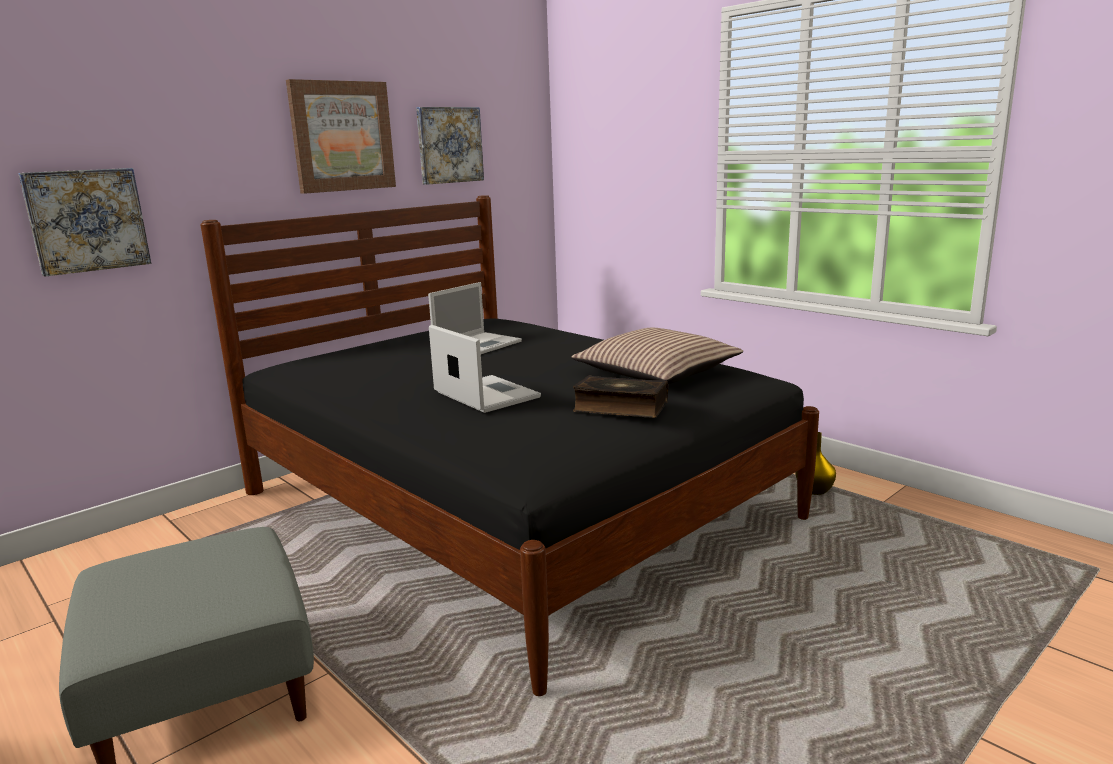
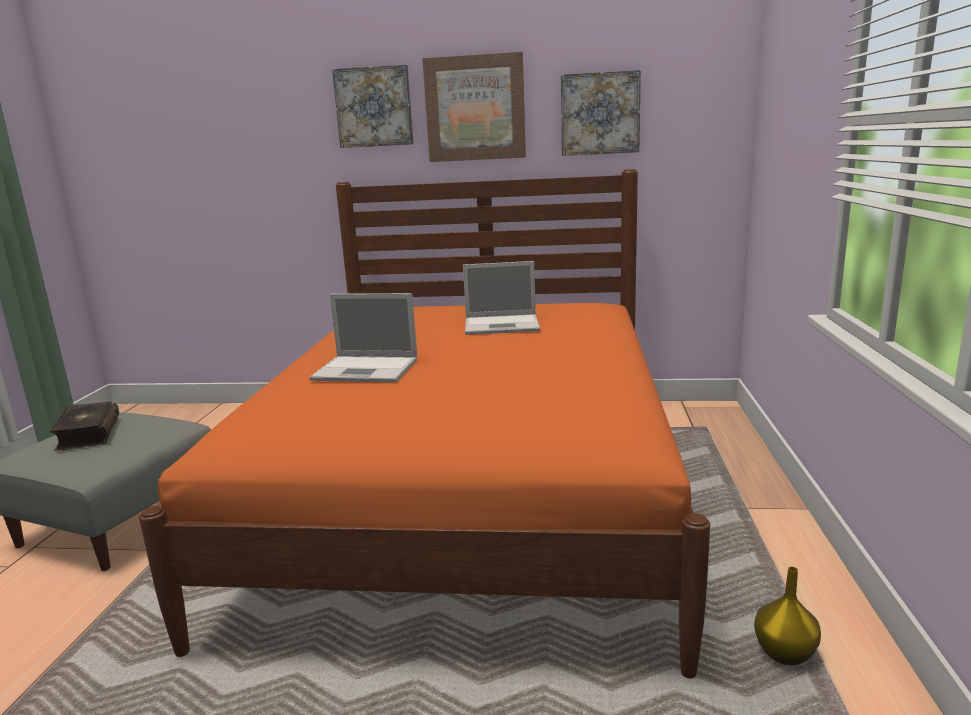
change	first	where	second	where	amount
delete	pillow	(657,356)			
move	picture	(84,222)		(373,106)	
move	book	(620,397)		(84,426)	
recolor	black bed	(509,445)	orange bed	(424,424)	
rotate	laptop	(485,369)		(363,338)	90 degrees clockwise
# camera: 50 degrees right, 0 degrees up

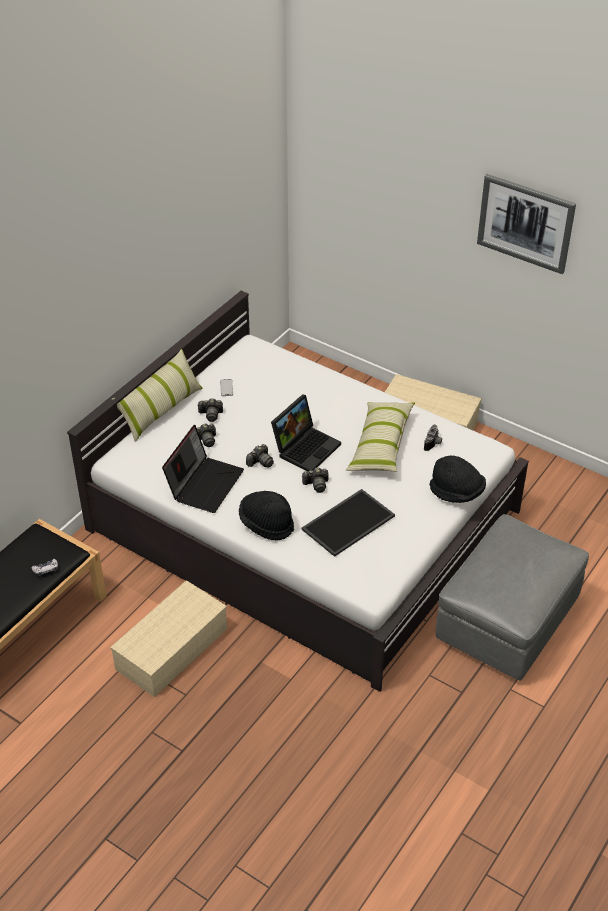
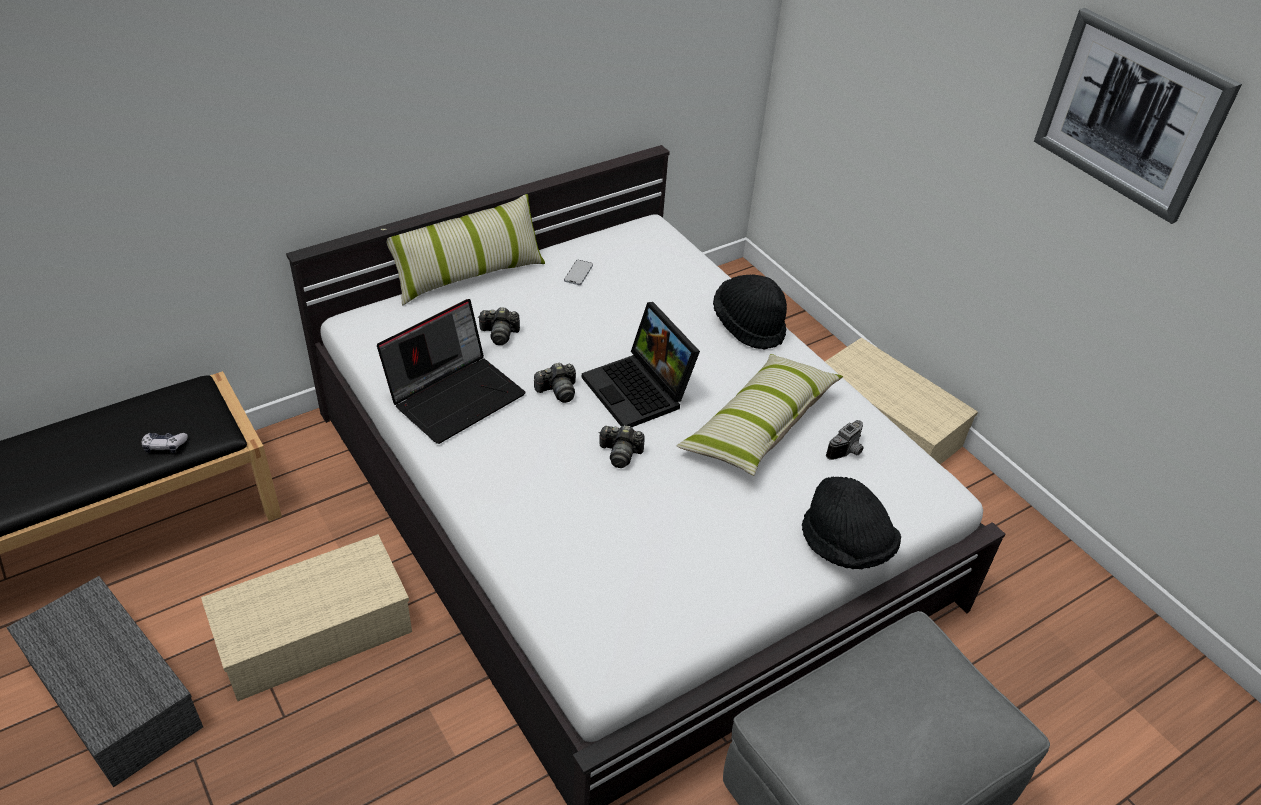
change	first	where	second	where	amount
delete	photo camera	(210,410)			
delete	tray	(348,523)			
insert			grey storage box	(104,681)	
move	black hat	(266,515)		(750,311)	
rotate	laptop	(306,432)		(641,364)	90 degrees clockwise
# camera: 20 degrees right, 0 degrees up

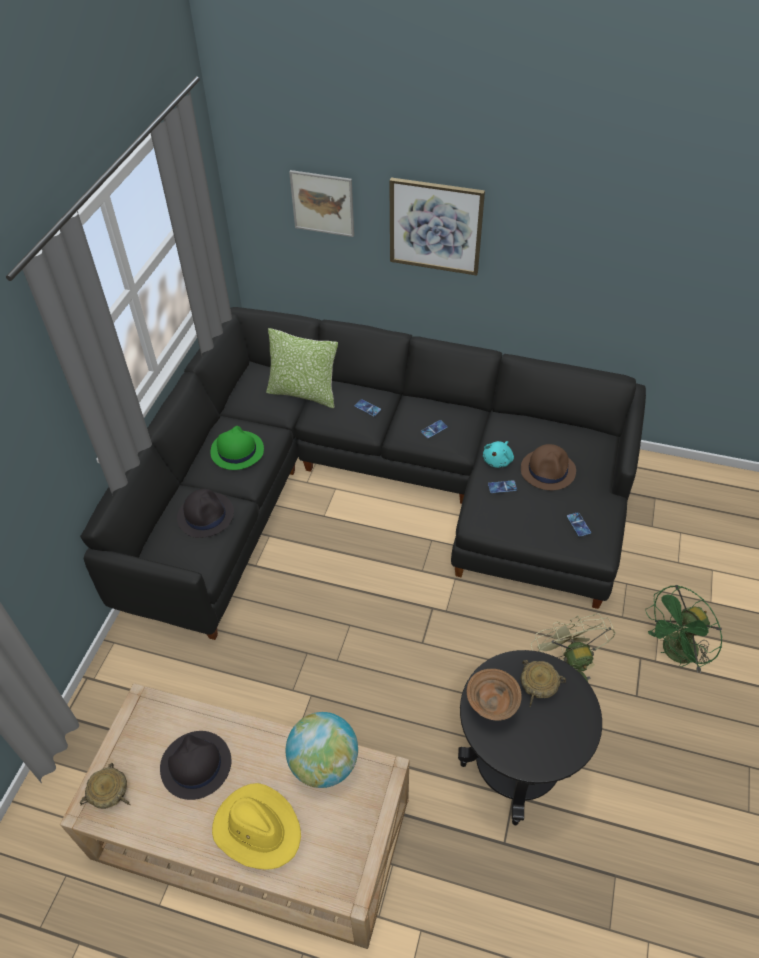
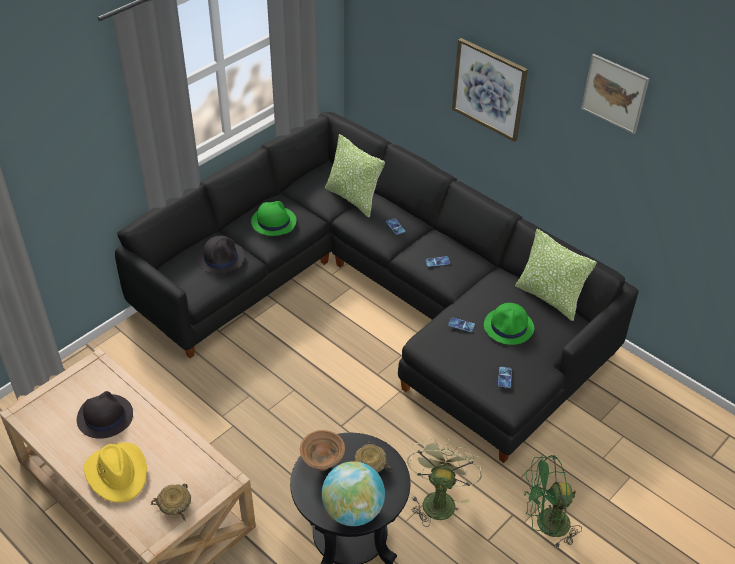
change	first	where	second	where	amount
delete	turquoise plush toy	(498,454)			
insert			pillow	(556,275)	
move	beige bowl	(105,786)		(171,503)	
move	globe	(322,750)		(353,493)	
move	picture	(321,203)		(615,94)	
recolor	brown hat	(548,467)	green hat	(509,324)	
# camera: 25 degrees right, 5 degrees down

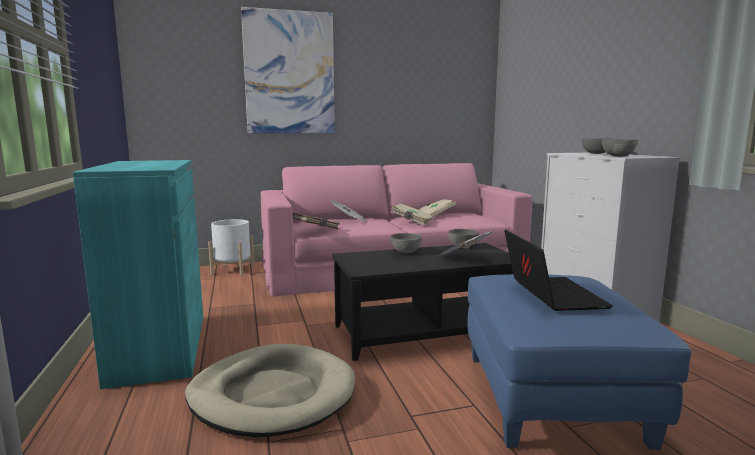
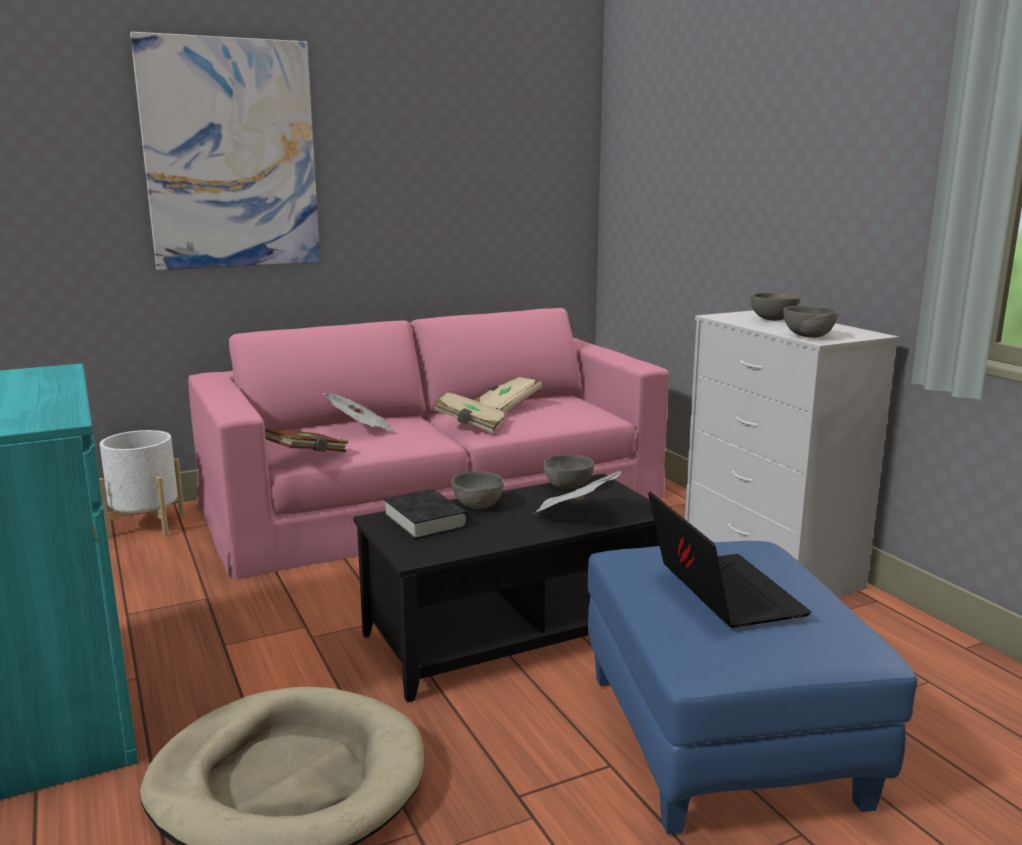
change	first	where	second	where	amount
insert			black book	(425,514)	
# camera: 10 degrees left, 5 degrees up

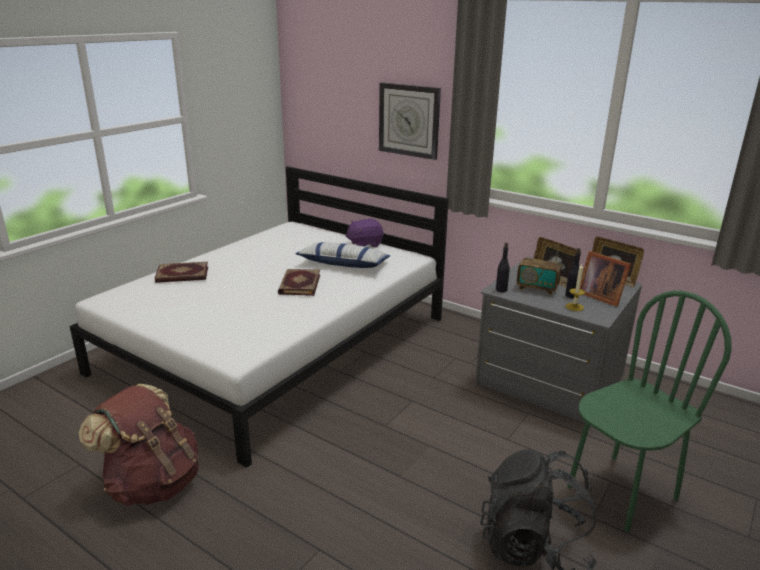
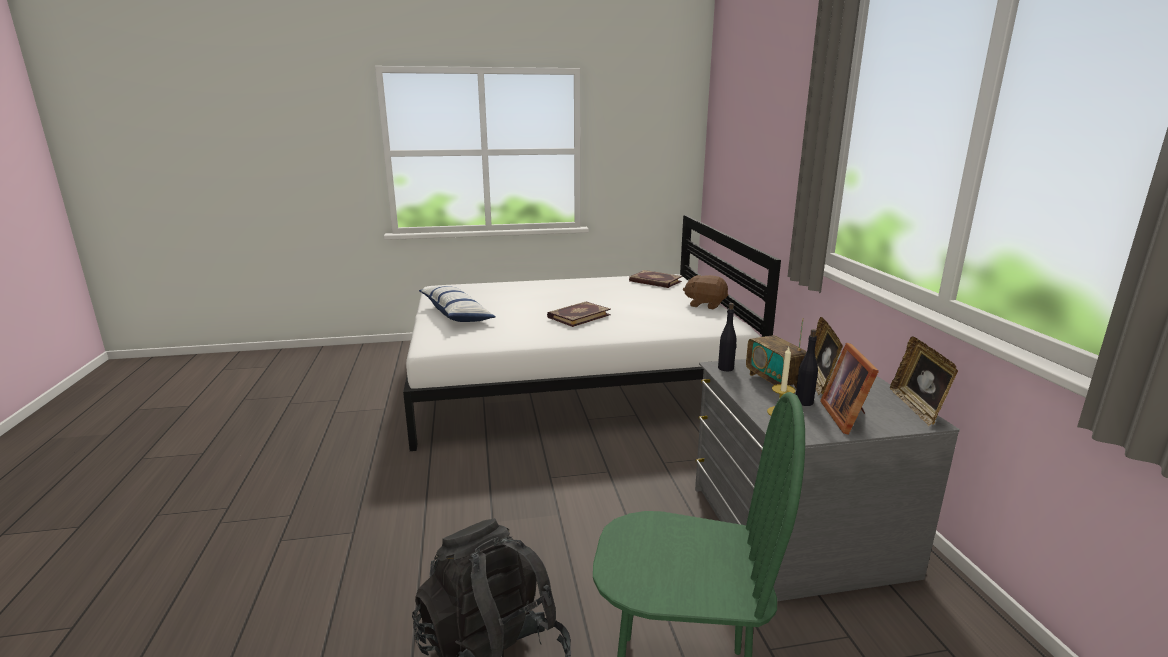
change	first	where	second	where	amount
delete	brown backpack	(139,445)			
delete	wall clock	(410,121)			
move	book	(181,272)		(655,279)	
move	pillow	(342,255)		(457,304)	
recolor	purple plush toy	(364,233)	brown plush toy	(705,292)	
# camera: 45 degrees right, 5 degrees down

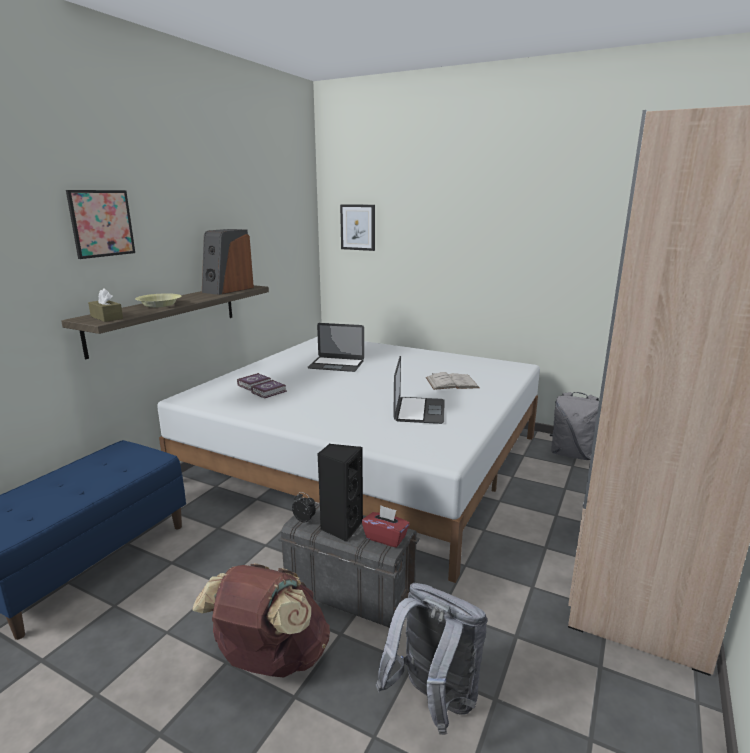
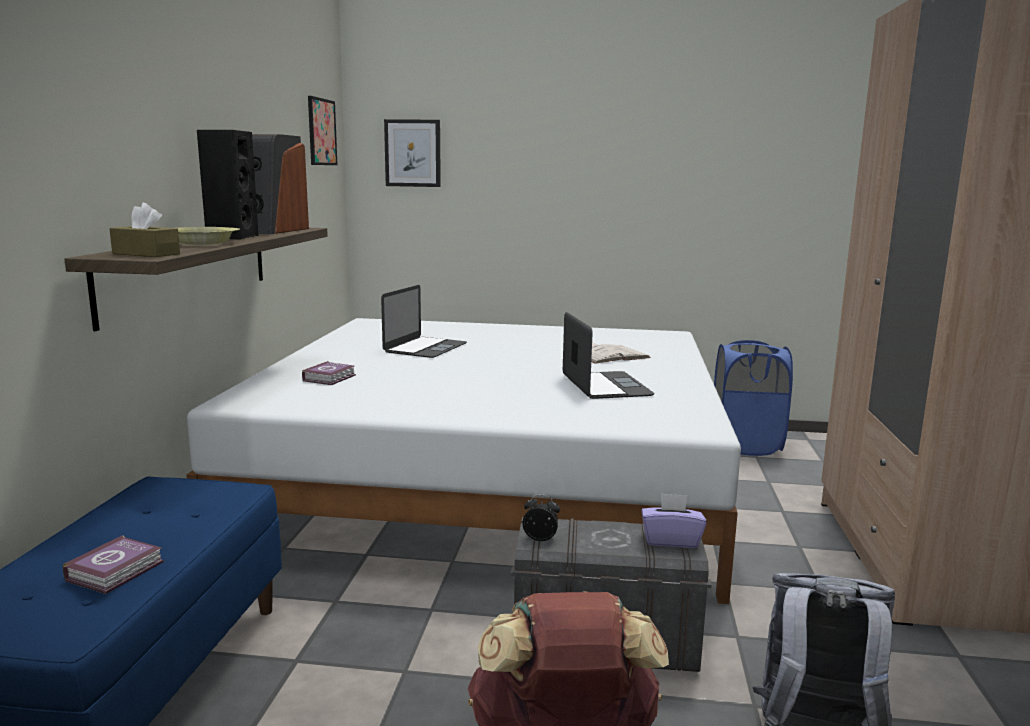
change	first	where	second	where	amount
move	picture	(100,224)		(322,130)	
move	book	(269,389)		(113,564)	
move	black speaker	(340,493)		(228,185)	
replace	grey backpack	(574,426)	blue laundry basket	(753,398)	
recolor	red tissue box	(386,526)	purple tissue box	(674,520)	
rotate	laptop	(335,347)		(424,321)	60 degrees counterclockwise
# camera: 20 degrees left, 5 degrees down

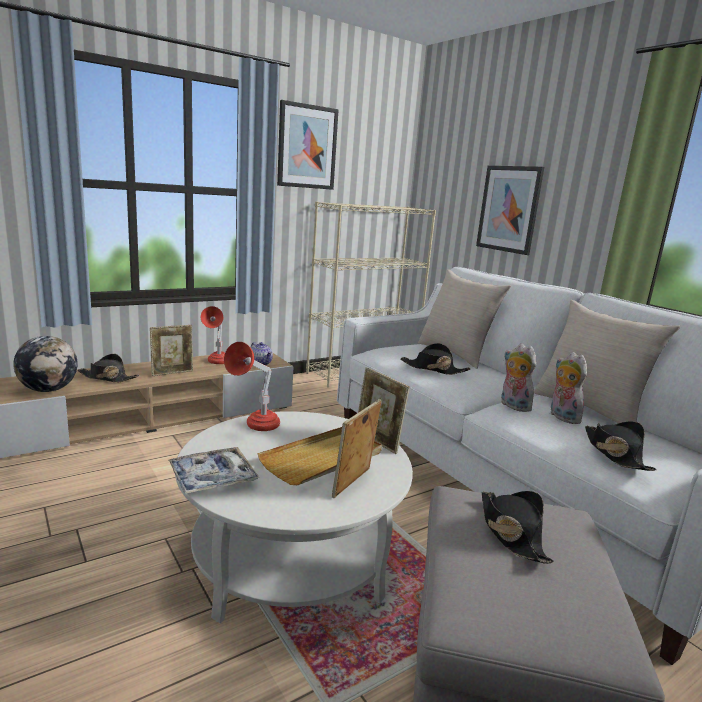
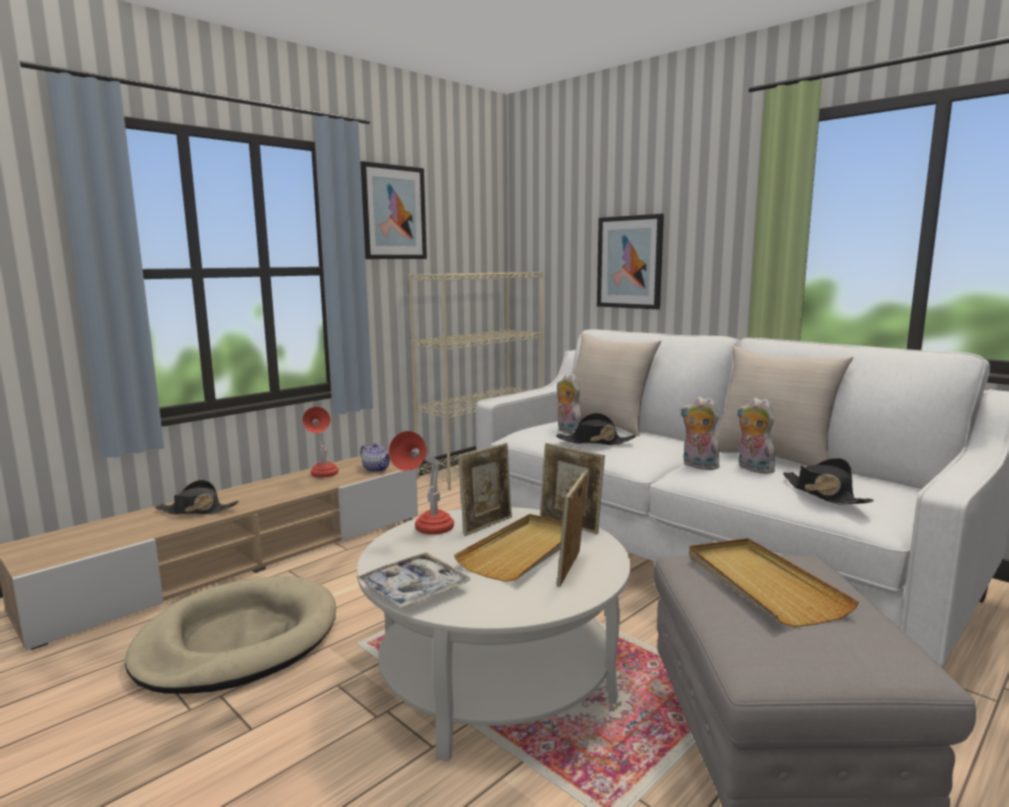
change	first	where	second	where	amount
delete	globe	(45,364)			
insert			beige dog bed	(230,635)	
insert			plush toy	(570,403)	
move	picture frame	(171,350)		(485,489)	
replace	black hat	(518,527)	beige tray	(774,582)	
# camera: 10 degrees left, 5 degrees down

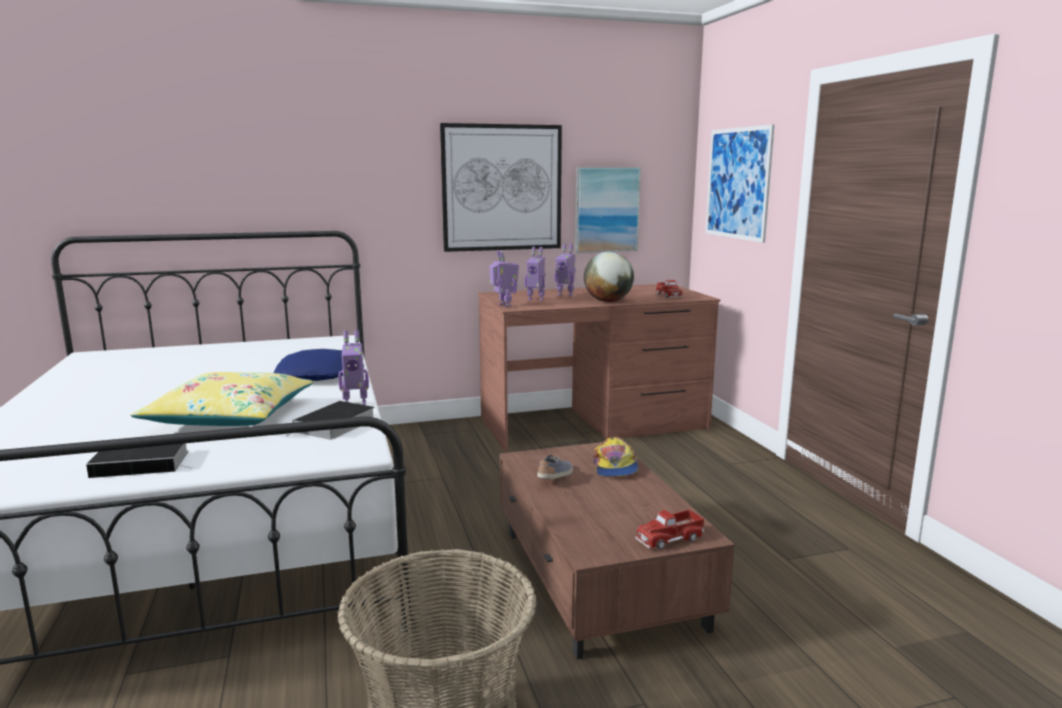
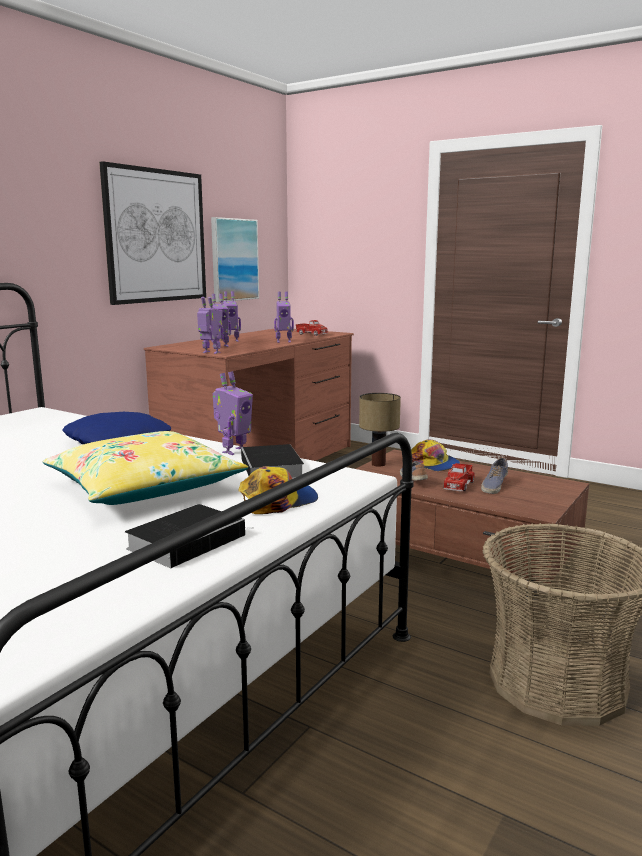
change	first	where	second	where	amount
delete	picture	(740,183)			
insert			cap	(278,490)	
insert			table lamp	(380,430)	
insert			shoe	(494,475)	
move	toy truck	(669,530)		(459,477)	
replace	globe	(609,277)	toy robot	(284,317)	
# camera: 40 degrees left, 0 degrees up

